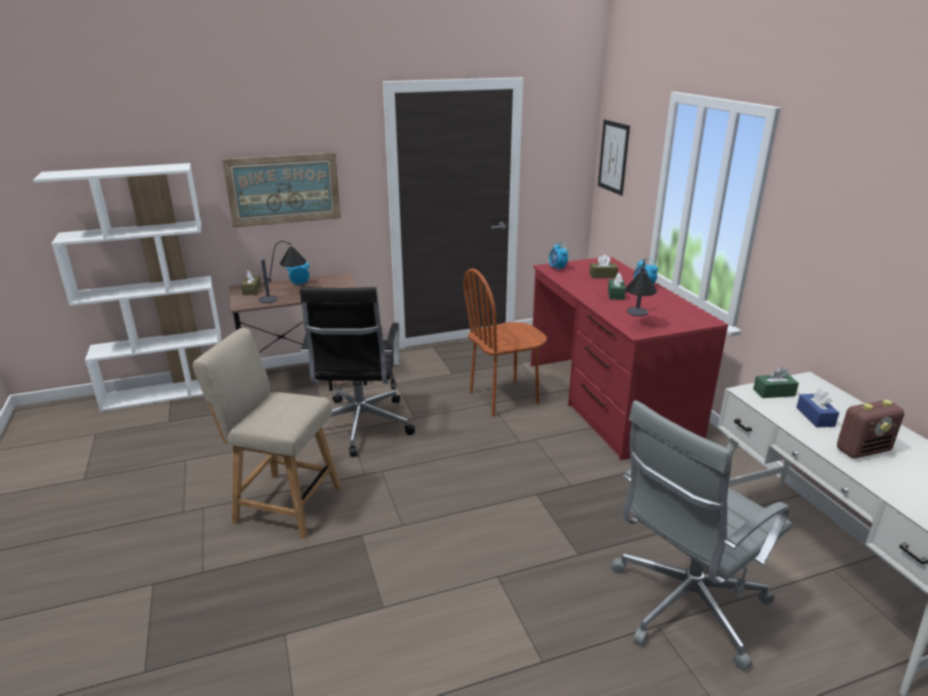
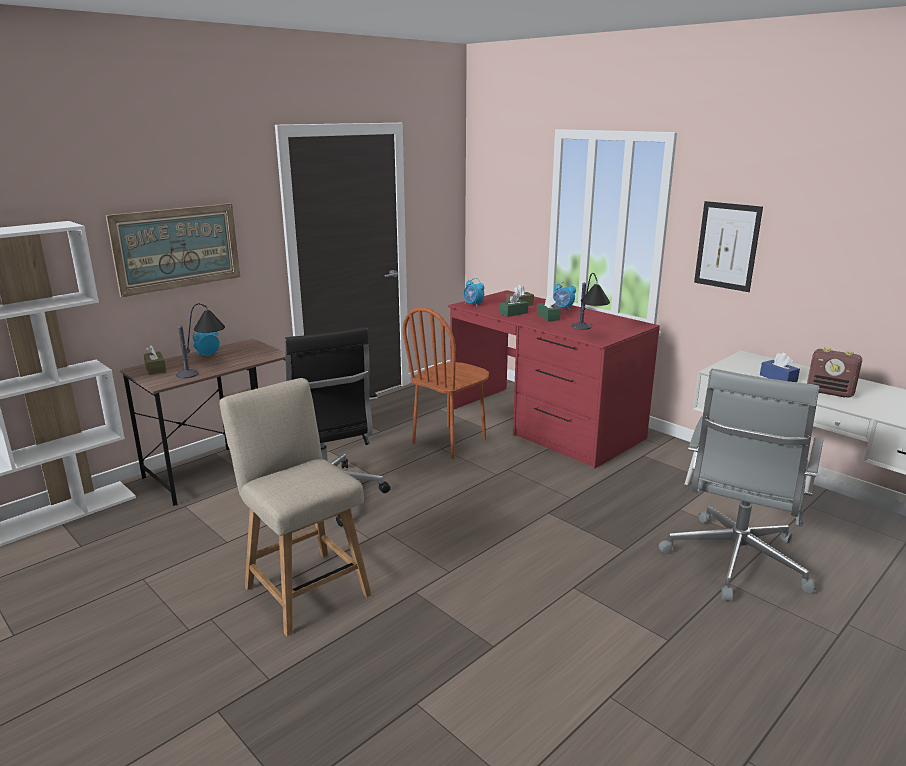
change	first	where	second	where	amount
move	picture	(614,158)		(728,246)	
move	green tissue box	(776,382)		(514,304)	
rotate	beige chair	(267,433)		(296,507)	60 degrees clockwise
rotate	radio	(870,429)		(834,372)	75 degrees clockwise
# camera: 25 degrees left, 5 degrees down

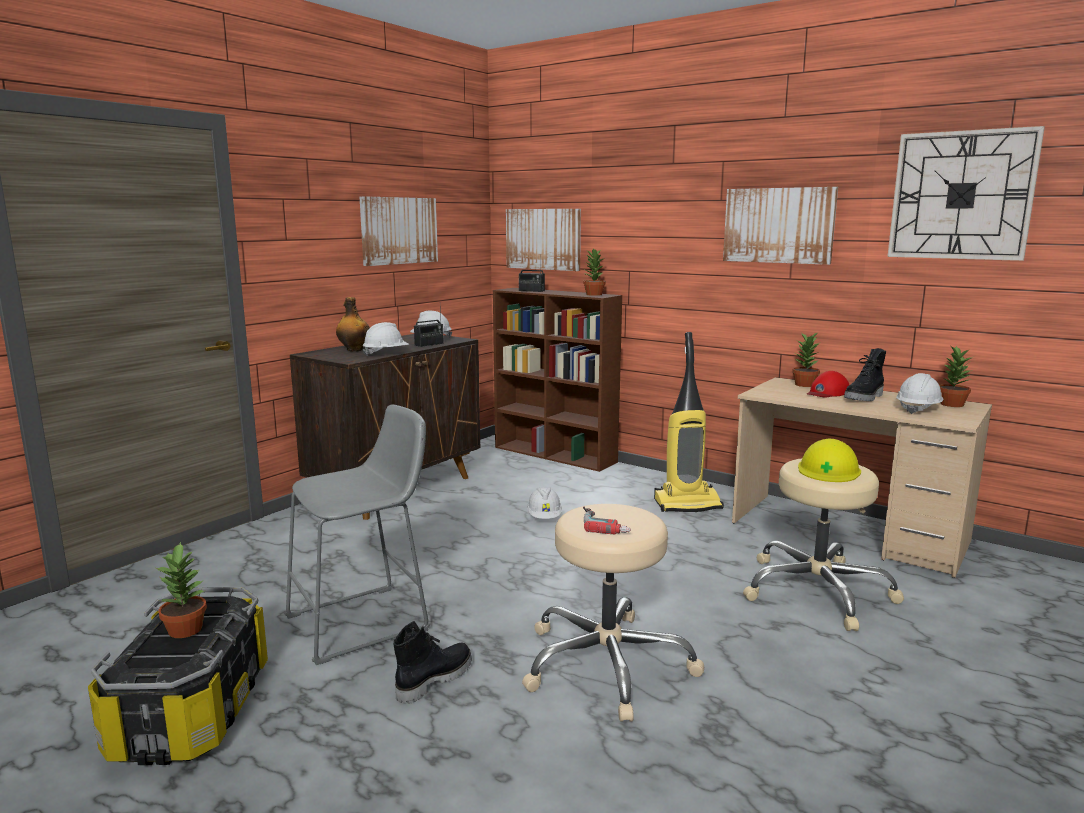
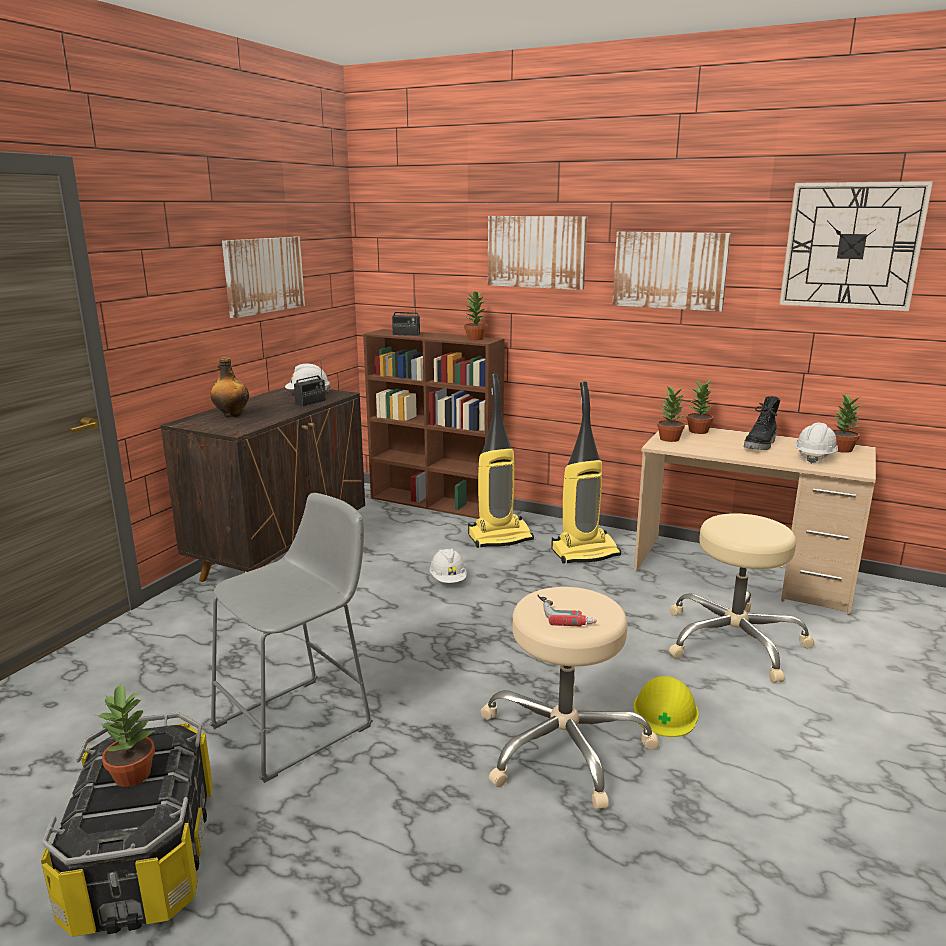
change	first	where	second	where	amount
delete	white hard hat	(385,339)			
delete	black boot	(432,662)			
delete	red cap	(828,384)			
insert			vacuum cleaner	(501,460)	
insert			potted plant	(671,414)	
move	picture	(543,240)		(537,253)	
move	yellow hard hat	(829,460)		(666,706)	
# camera: 10 degrees left, 5 degrees up

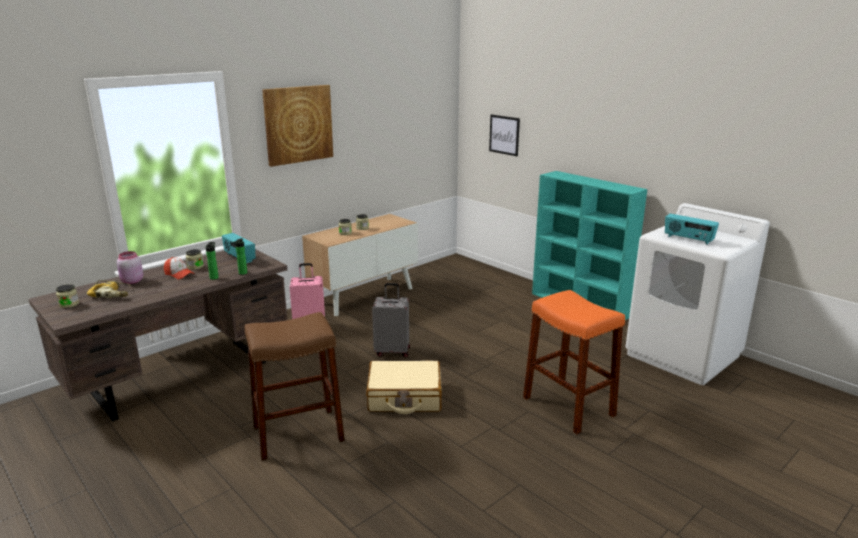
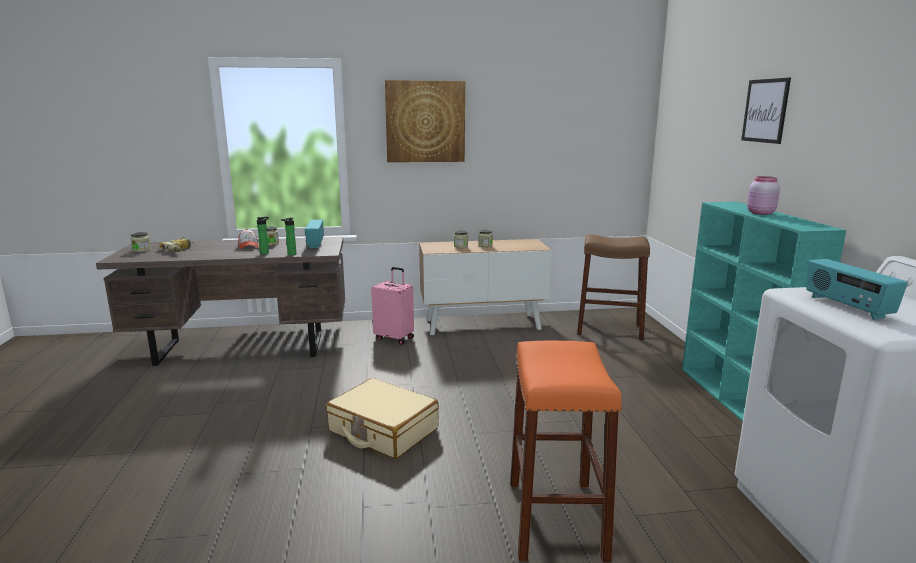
change	first	where	second	where	amount
delete	grey suitcase	(391,320)			
move	pink jar	(130,267)		(763,195)	
move	brown stool	(294,386)		(613,287)	
move	picture	(504,135)		(766,111)	
# camera: 35 degrees right, 5 degrees down

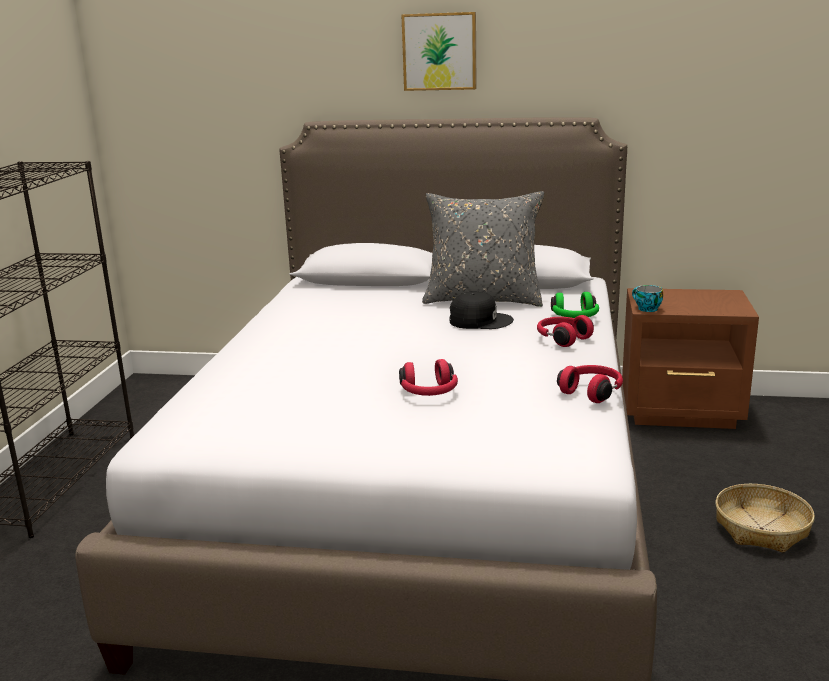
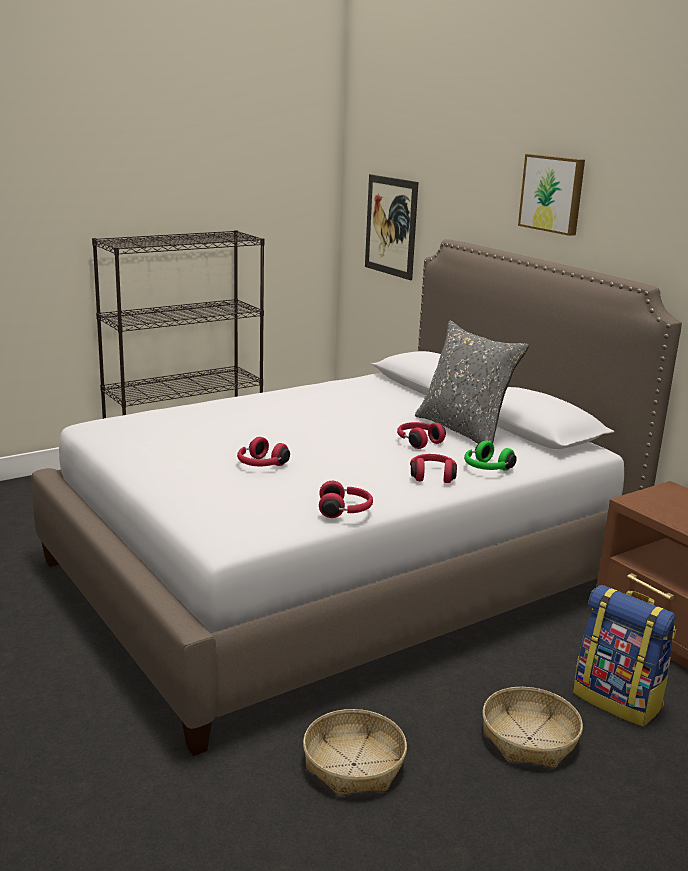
change	first	where	second	where	amount
delete	cup	(647,298)			
insert			basket	(355,752)	
insert			picture	(391,227)	
insert			backpack	(624,655)	
replace	black cap	(482,310)	red headphones	(421,435)	
# camera: 45 degrees right, 0 degrees up

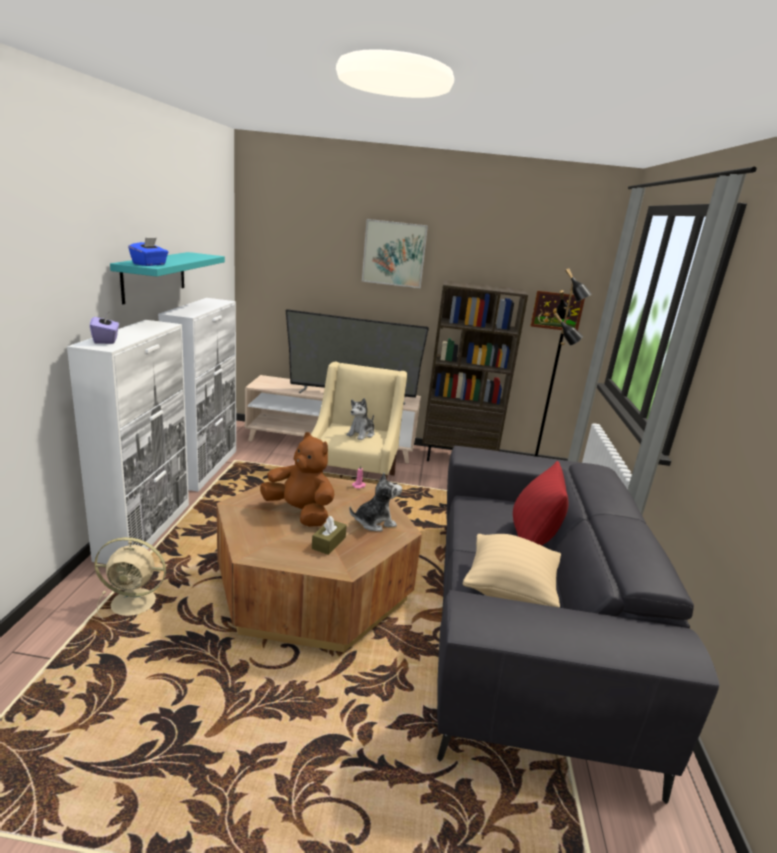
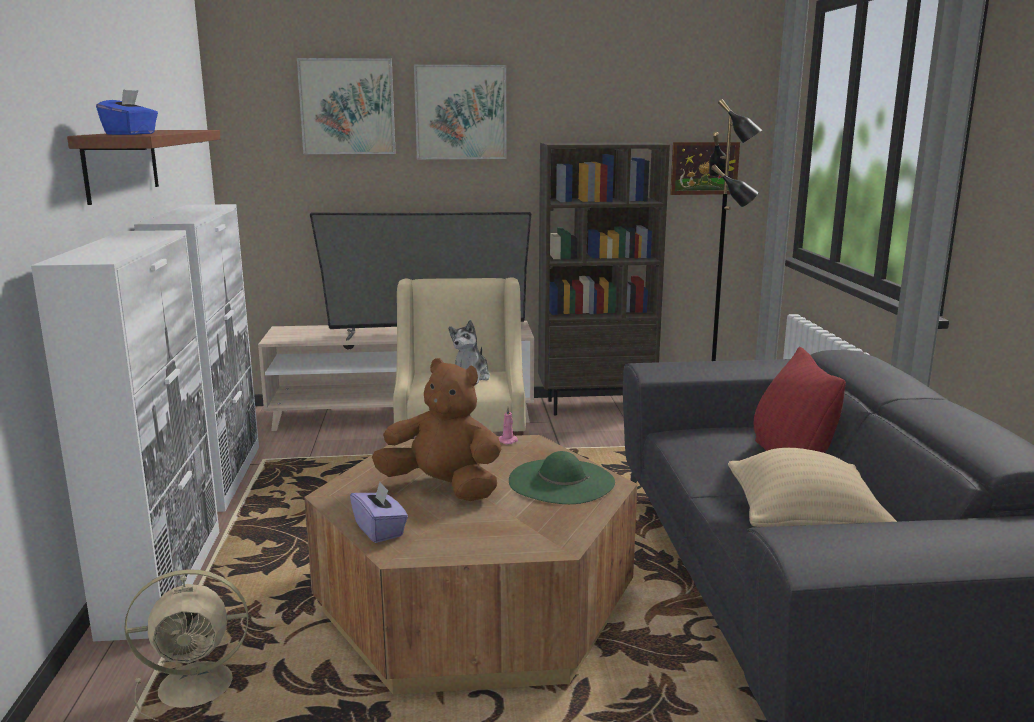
change	first	where	second	where	amount
delete	brown tissue box	(329,535)			
insert			picture	(346,106)	
move	purple tissue box	(104,327)		(379,512)	
replace	plush toy	(375,502)	green hat	(562,477)	
recolor	turquoise shelf	(167,278)	brown shelf	(143,167)	
# camera: 10 degrees left, 5 degrees down

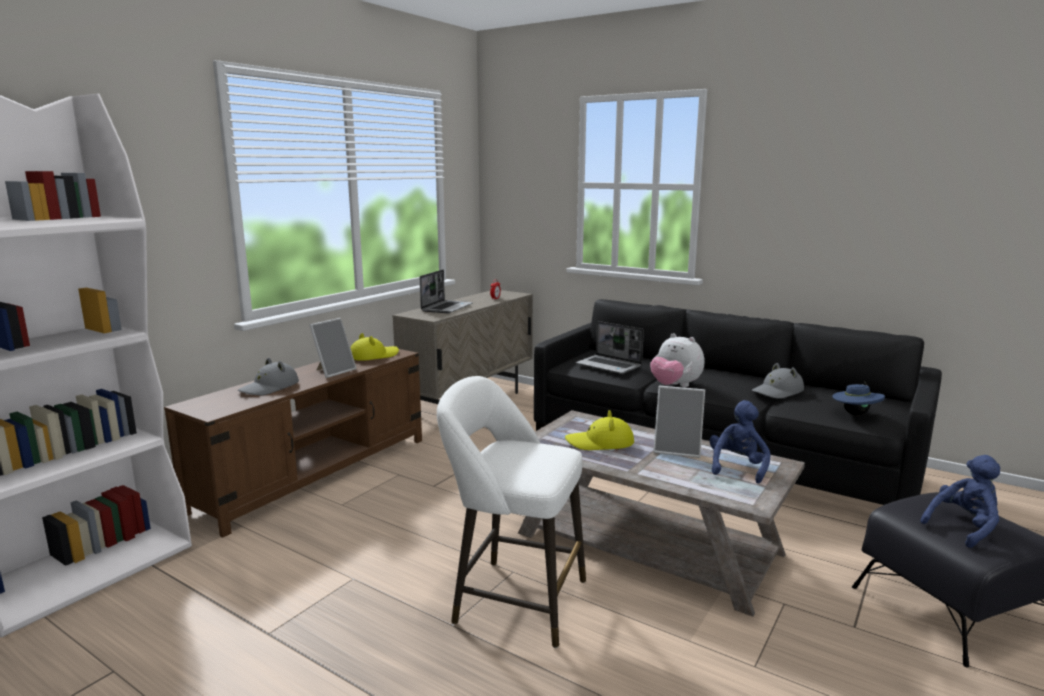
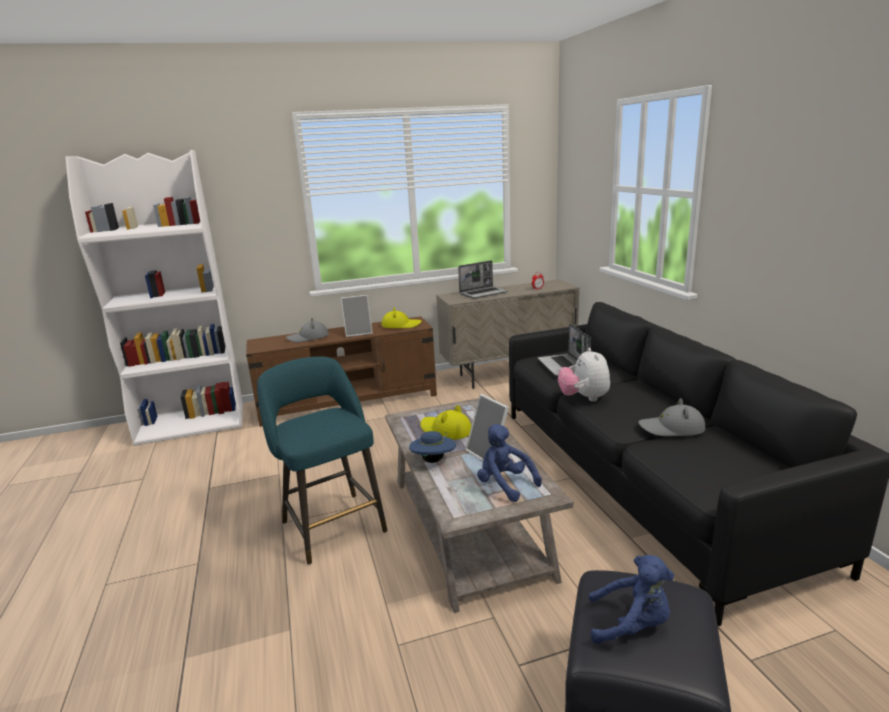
change	first	where	second	where	amount
move	blue hat	(858,399)		(432,447)	
recolor	white stool	(511,512)	turquoise stool	(322,461)	
rotate	blue plush toy	(740,442)		(509,463)	105 degrees counterclockwise
# camera: 40 degrees right, 5 degrees up

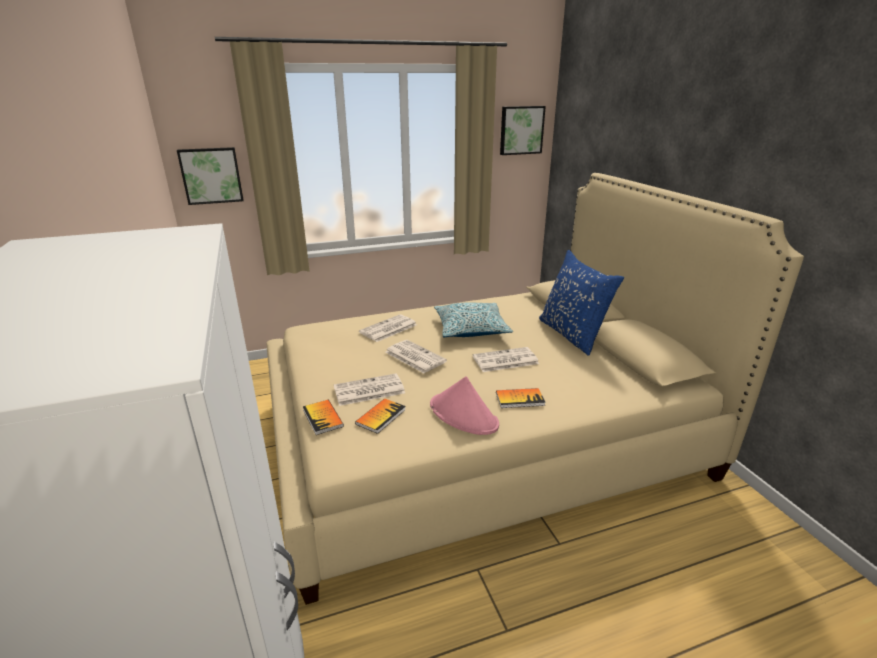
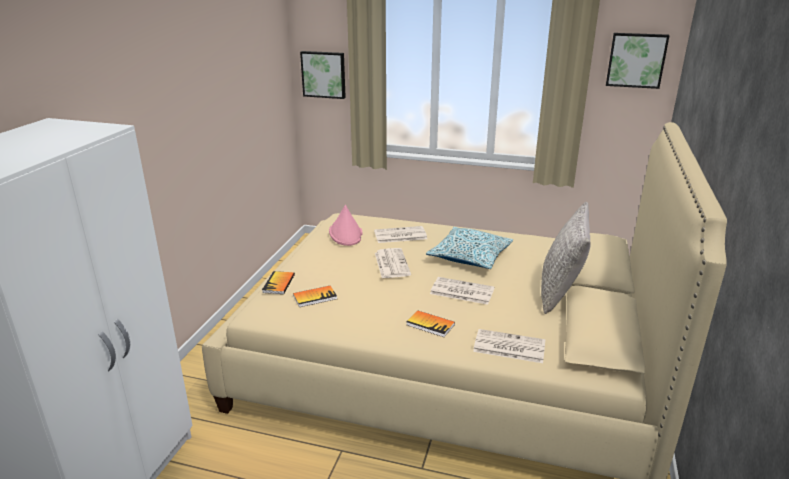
change	first	where	second	where	amount
move	newspaper	(369,389)		(509,346)	
move	pink hat	(464,405)		(346,225)	
recolor	blue pillow	(581,303)	grey pillow	(566,258)	
# camera: 35 degrees right, 0 degrees up

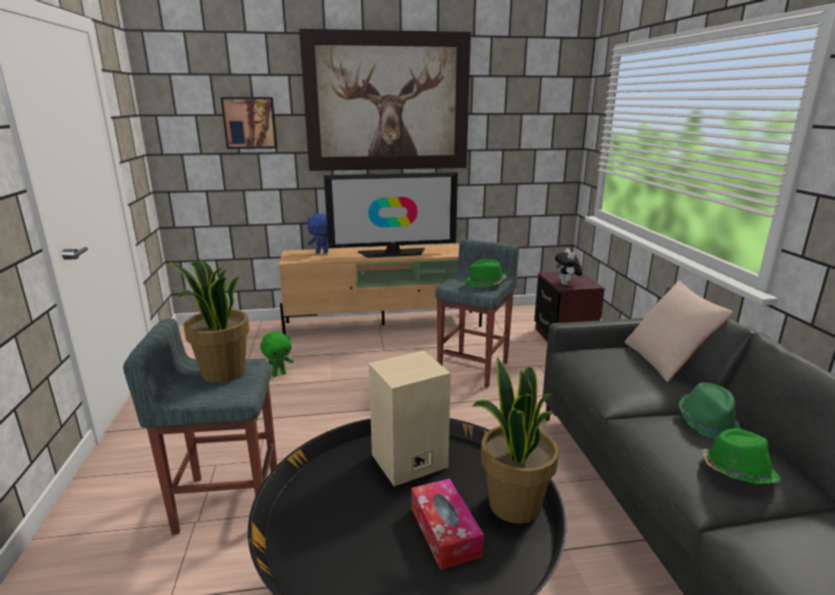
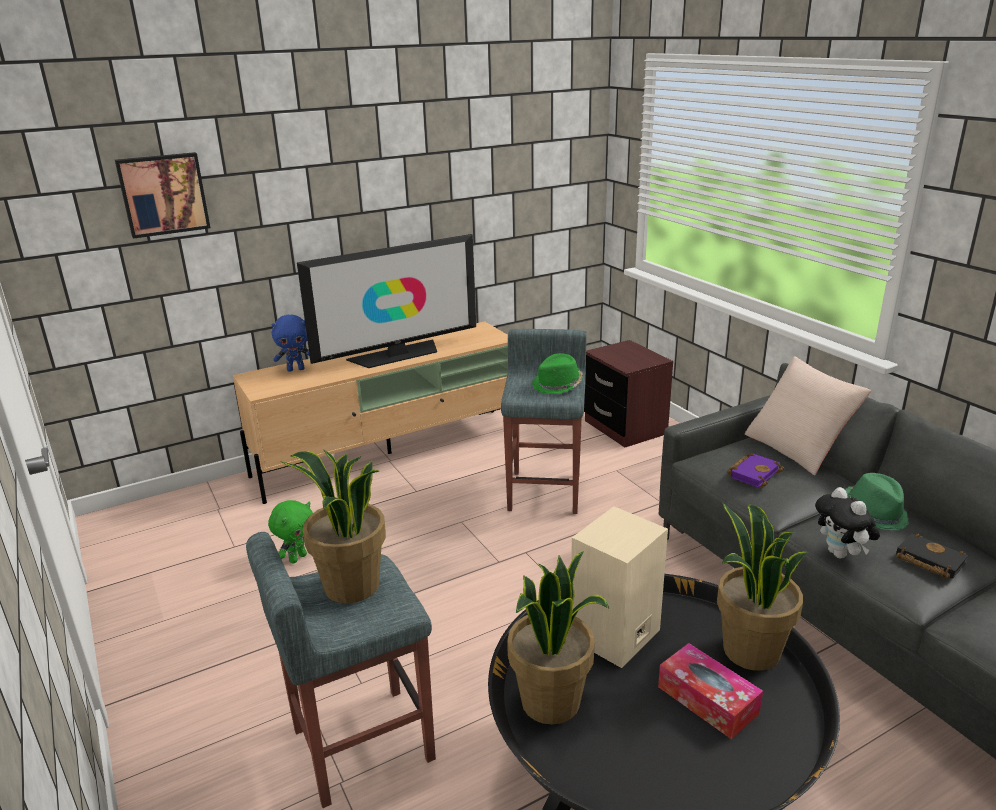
change	first	where	second	where	amount
delete	picture	(385,100)			
insert			potted plant	(558,638)	
insert			purple book	(755,470)	
move	plush toy	(568,266)		(847,522)	
replace	green hat	(741,456)	black book	(932,556)	
# camera: 20 degrees left, 5 degrees up

